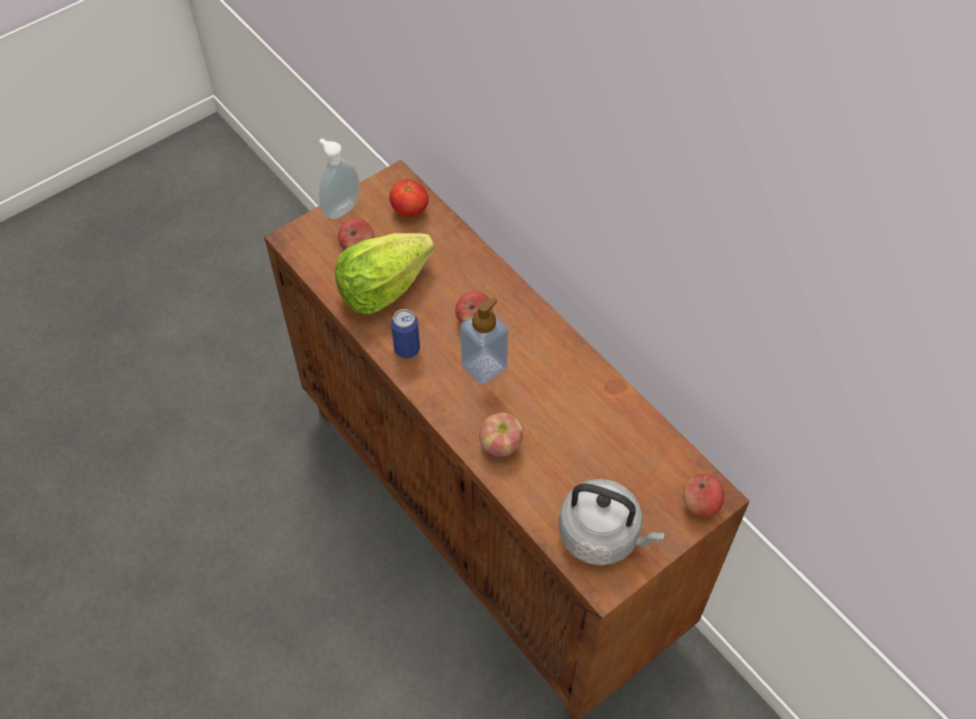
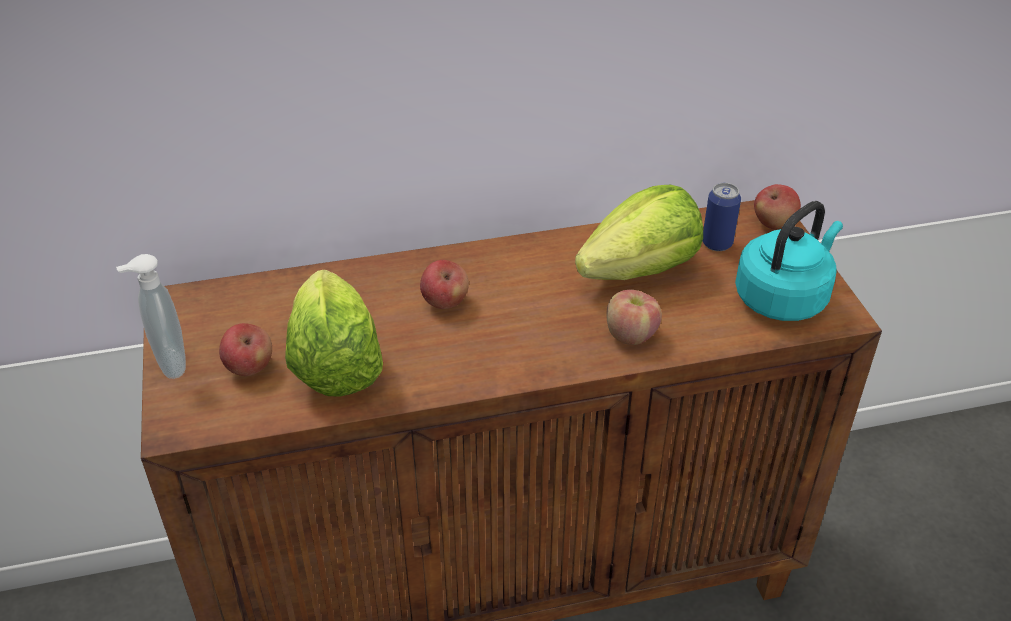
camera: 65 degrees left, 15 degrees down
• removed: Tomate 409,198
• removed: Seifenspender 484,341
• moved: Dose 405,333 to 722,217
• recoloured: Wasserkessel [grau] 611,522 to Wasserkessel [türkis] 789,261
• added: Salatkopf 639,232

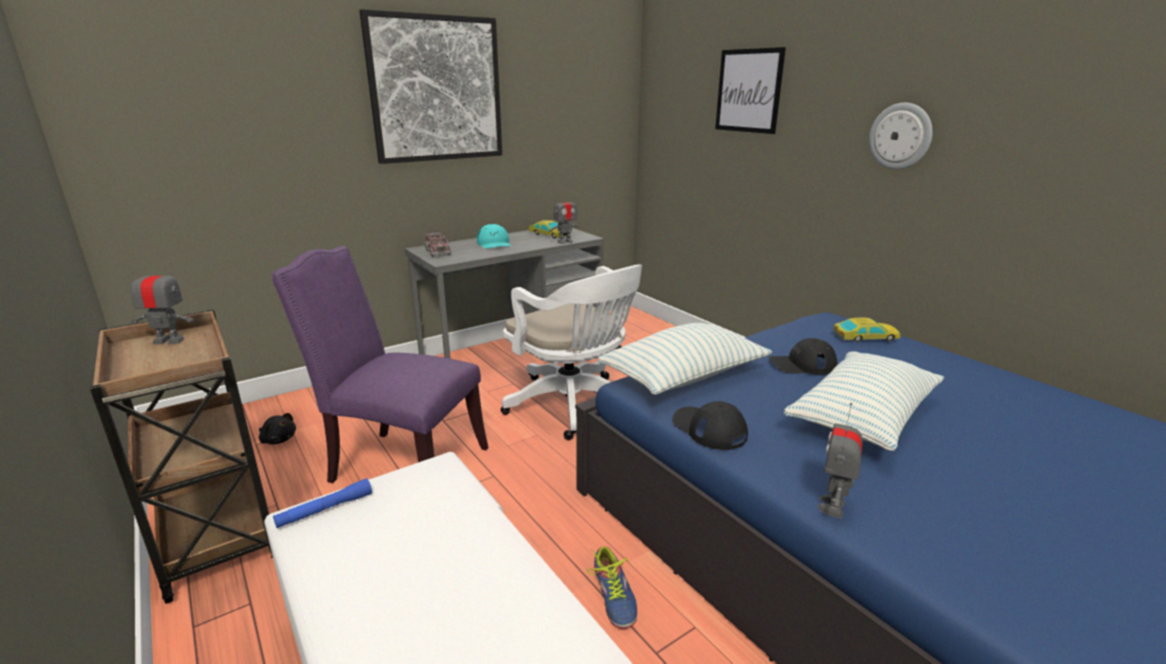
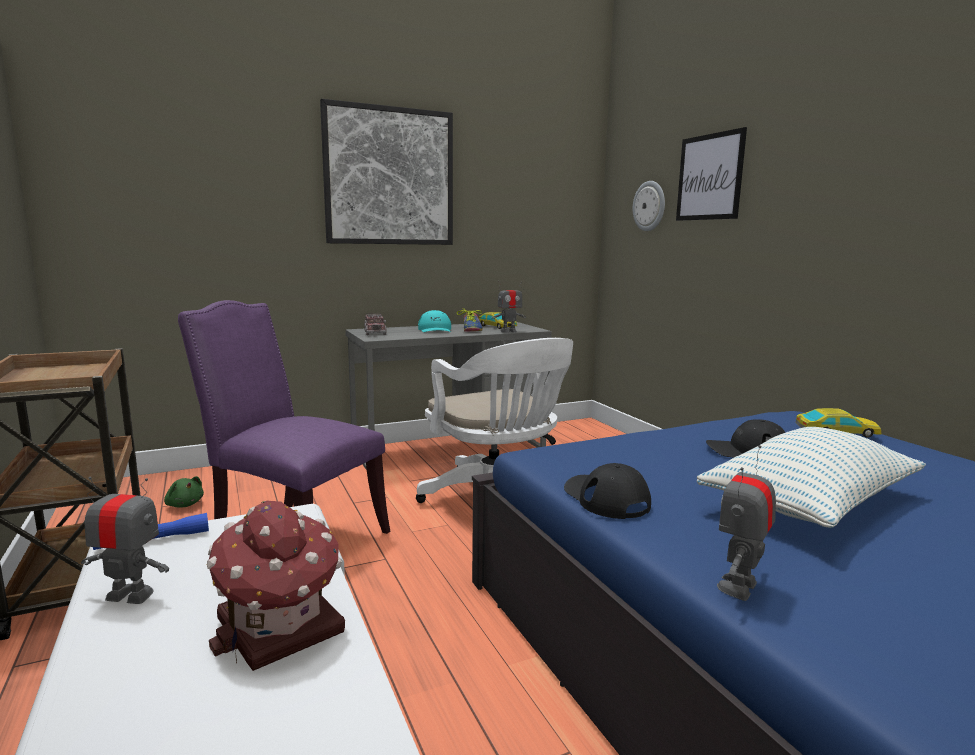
camera: 10 degrees right, 10 degrees down
• moved: Wanduhr 901,136 to 649,206
• moved: Spielzeugroboter 161,303 to 125,540
• removed: Kissen 685,359
• recoloured: Plüschtier [schwarz] 277,428 to Plüschtier [grün] 184,492
• moved: Schuh 612,587 to 470,319
• added: Spielzeughaus 276,586

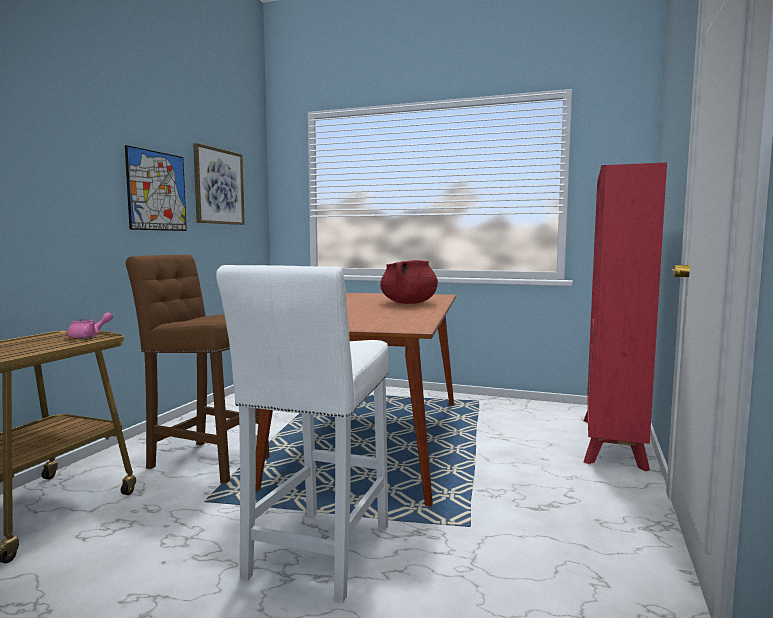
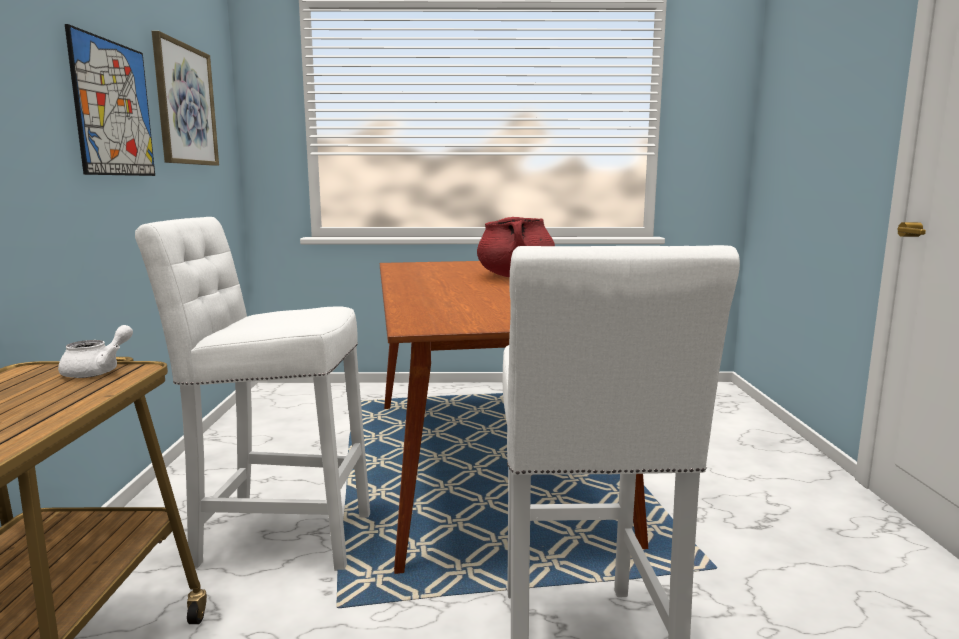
camera: 20 degrees left, 5 degrees up
• removed: Bücherregal [rot] 625,316
• recoloured: Hocker [braun] 198,369 to Hocker [weiß] 252,394
• recoloured: Teekanne [rosa] 90,326 to Teekanne [weiß] 95,351

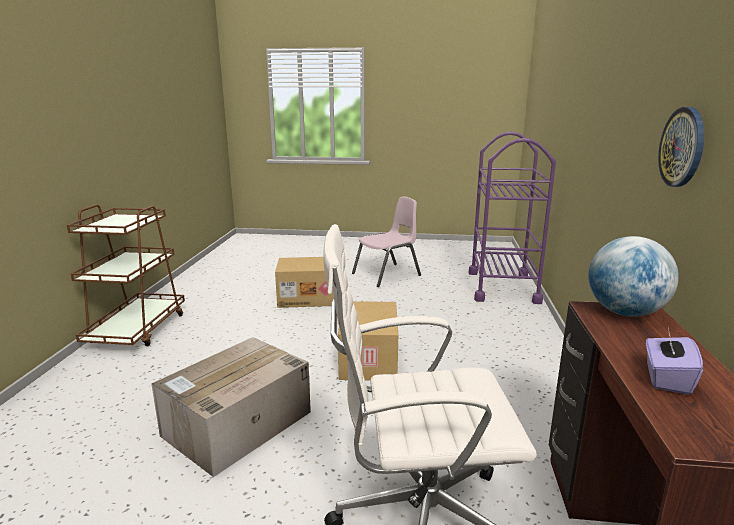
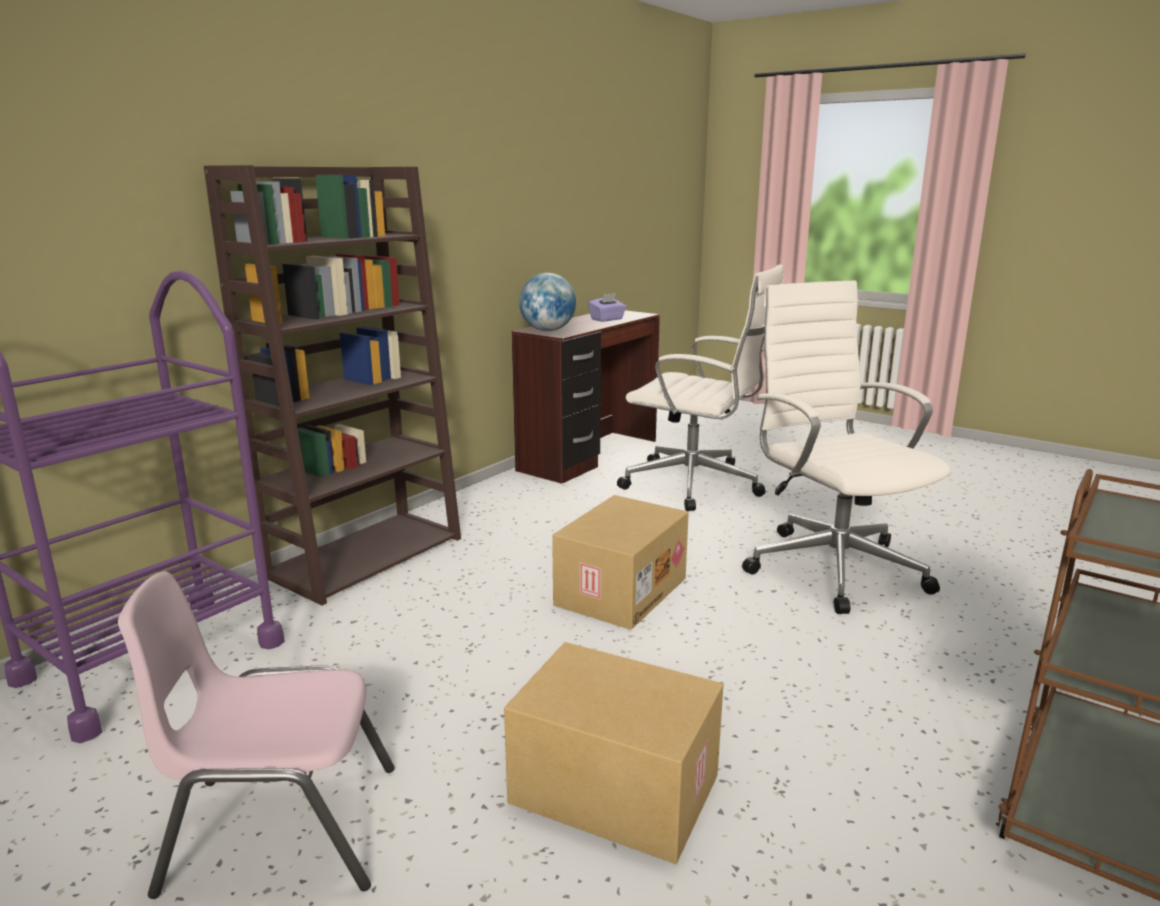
camera: 150 degrees left, 0 degrees up
• removed: Wanduhr 681,147
• replaced: Karton 231,407 to Bürostuhl [weiß] 846,447
• added: Bücherregal [braun] 332,385

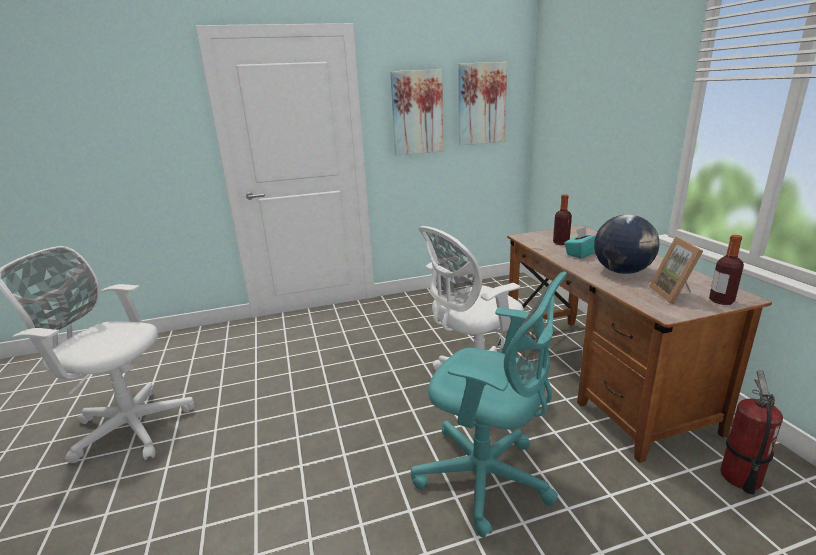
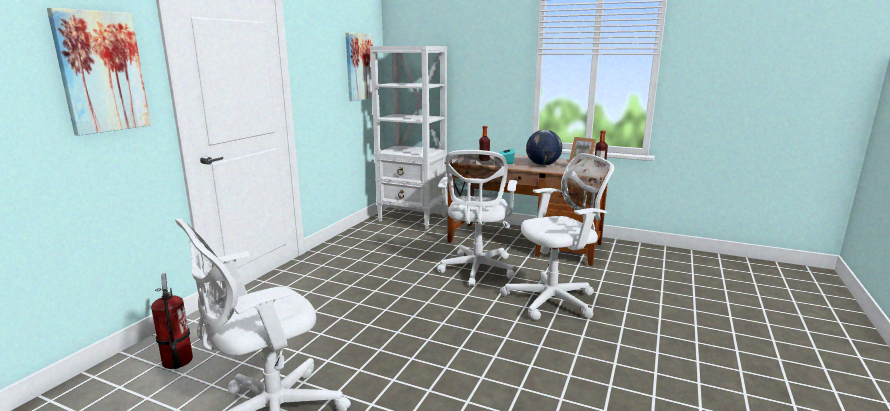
camera: 50 degrees left, 5 degrees down
• moved: Bild 416,112 to 99,72
• recoloured: Bürostuhl [türkis] 489,405 to Bürostuhl [weiß] 557,236
• moved: Feuerlöscher 751,432 to 172,321
• added: Bücherregal [weiß] 408,137

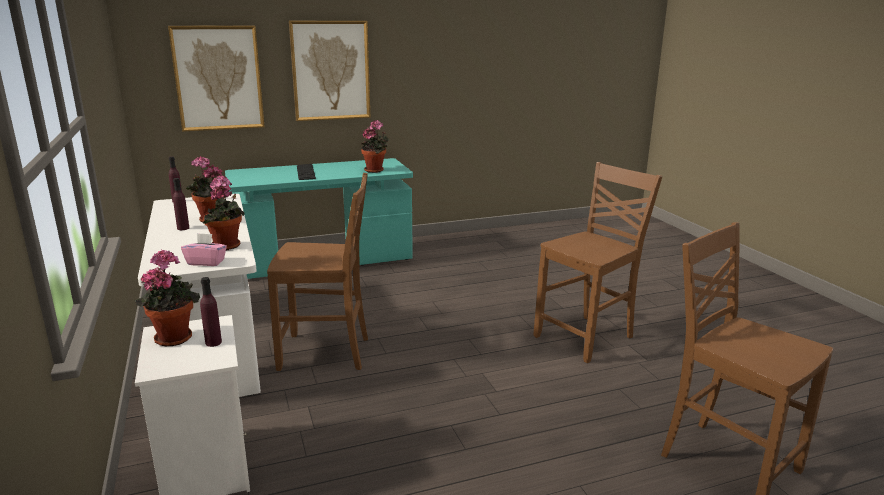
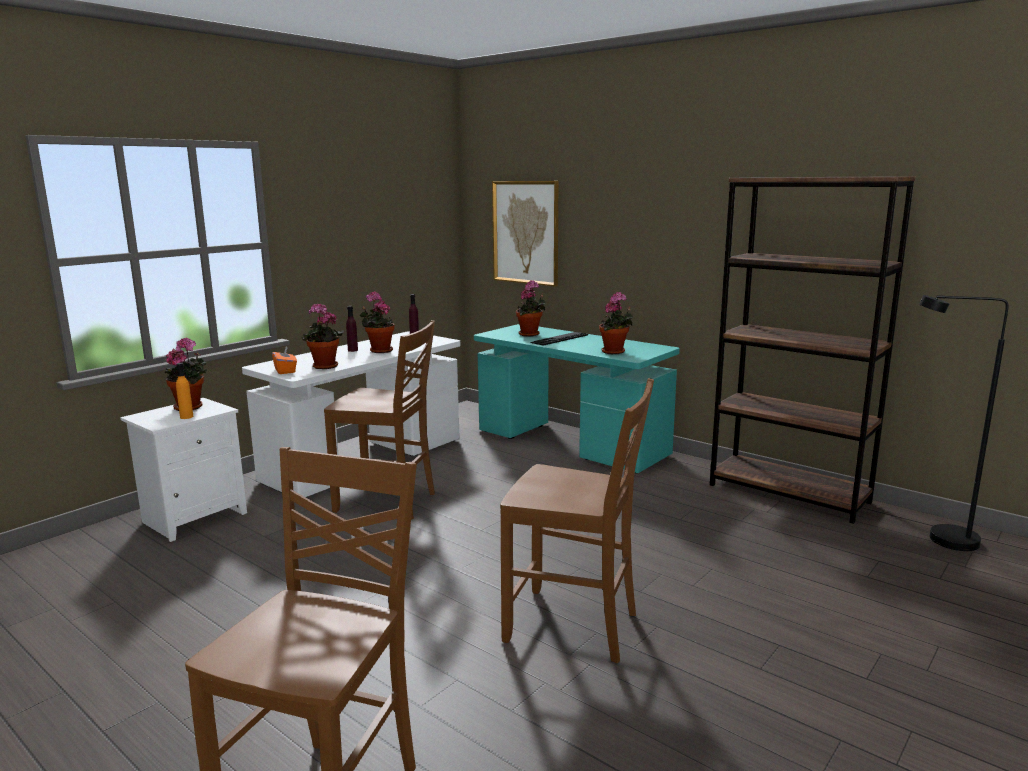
camera: 60 degrees right, 5 degrees down
• removed: Bild 329,71
• turned: Stuhl [braun] 317,272 = 379,420 45 degrees counterclockwise
• recoloured: Taschentuchbox [rosa] 204,249 to Taschentuchbox [orange] 284,360
• recoloured: Flasche [lila] 211,312 to Flasche [orange] 184,391
• added: Bücherregal [braun] 813,350
• added: Topfpflanze 530,308
• added: Stehlampe [schwarz] 964,423

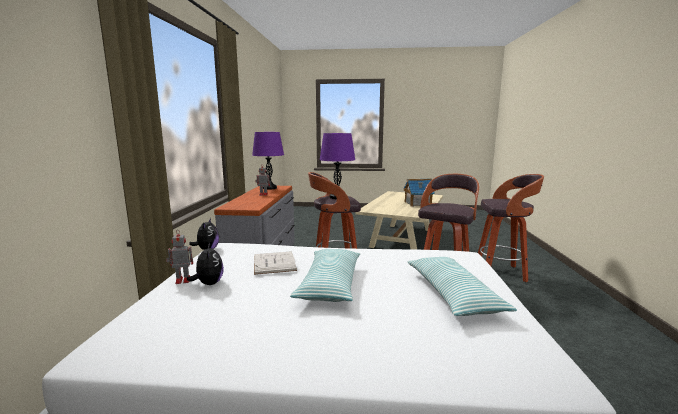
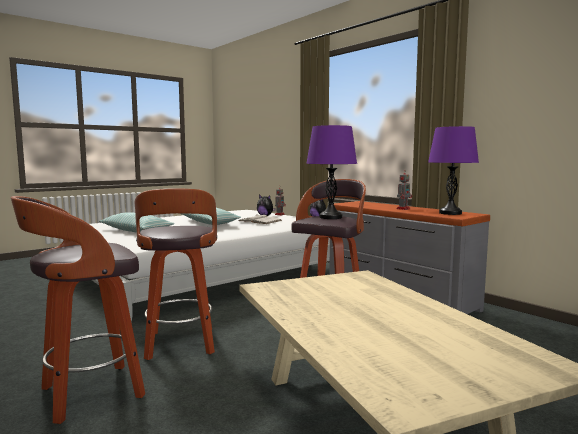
camera: 135 degrees right, 5 degrees down
• removed: Spielzeughaus 419,192

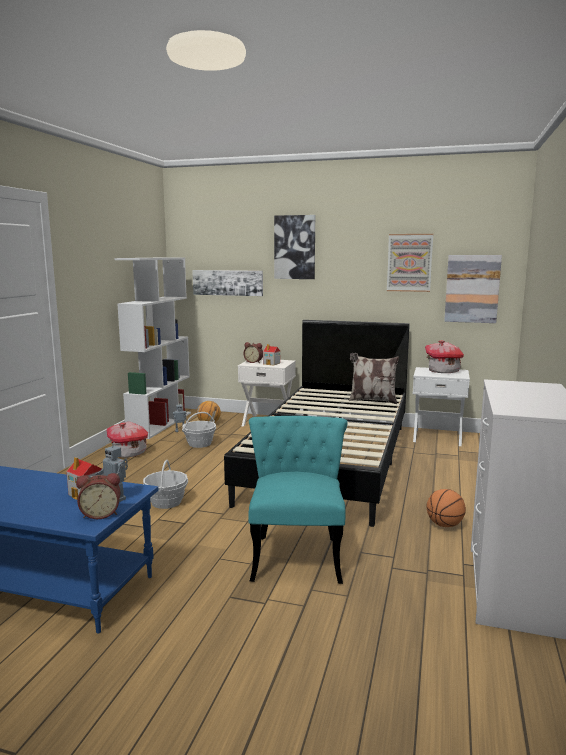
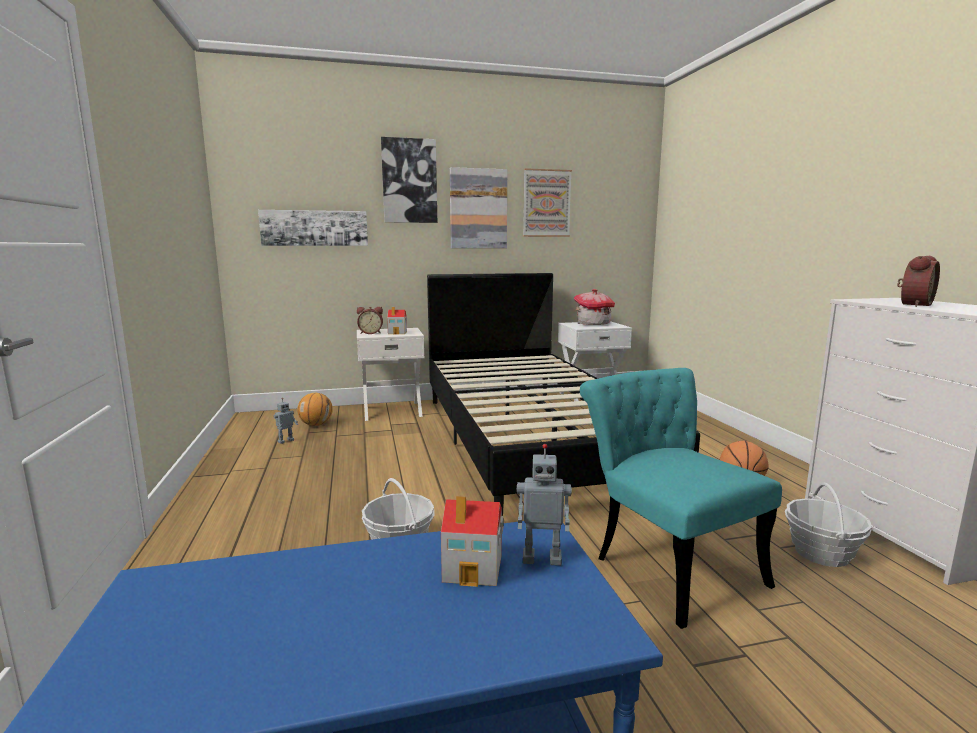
camera: 30 degrees left, 0 degrees up
• moved: Bild 473,289 to 478,207
• removed: Bücherregal [weiß] 152,348
• removed: Kissen 374,378
• moved: Korb 199,430 to 828,525
• removed: Spielzeughaus 127,440
• moved: Wecker 98,496 to 918,281

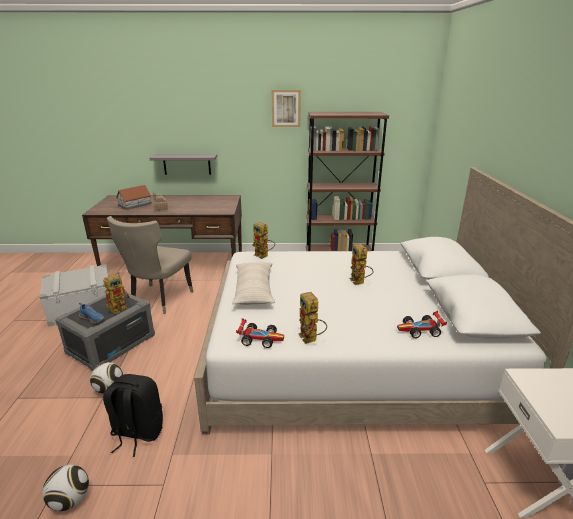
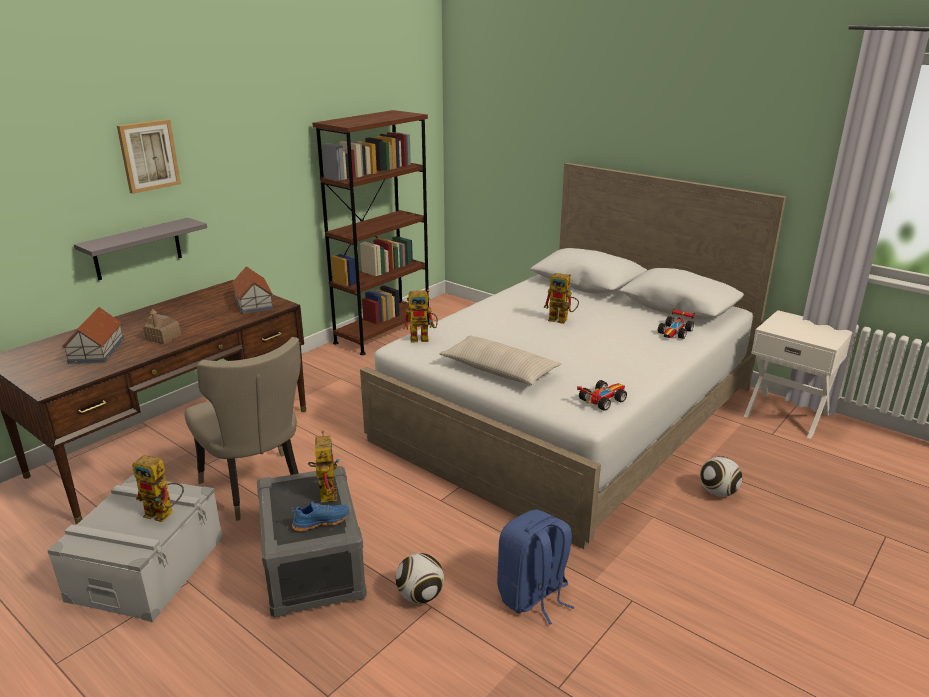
camera: 50 degrees left, 0 degrees up
• moved: Bild 286,108 to 149,156
• moved: Spielzeugroboter 313,318 to 158,488
• recoloured: Rucksack [schwarz] 133,415 to Rucksack [blau] 535,567
• moved: Fußball 65,487 to 721,476
• added: Spielzeughaus 252,290

